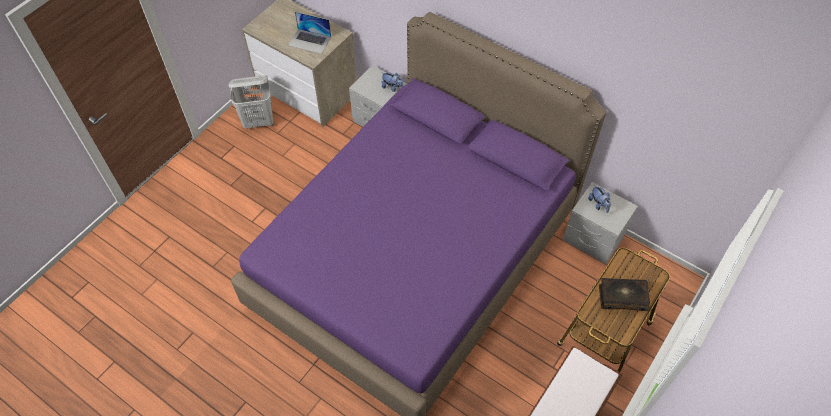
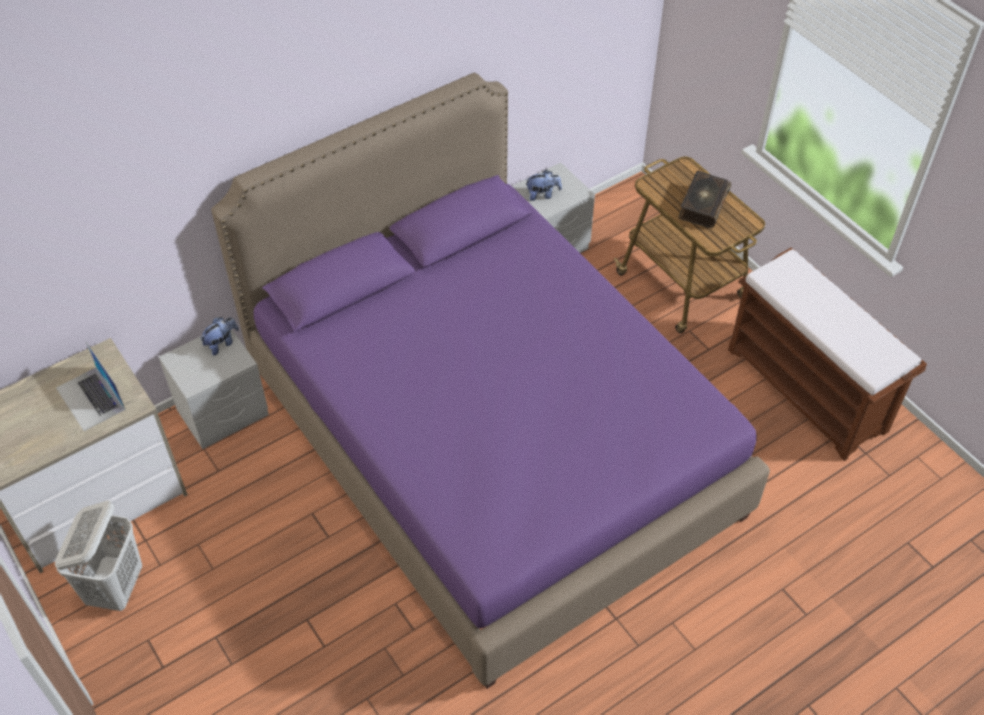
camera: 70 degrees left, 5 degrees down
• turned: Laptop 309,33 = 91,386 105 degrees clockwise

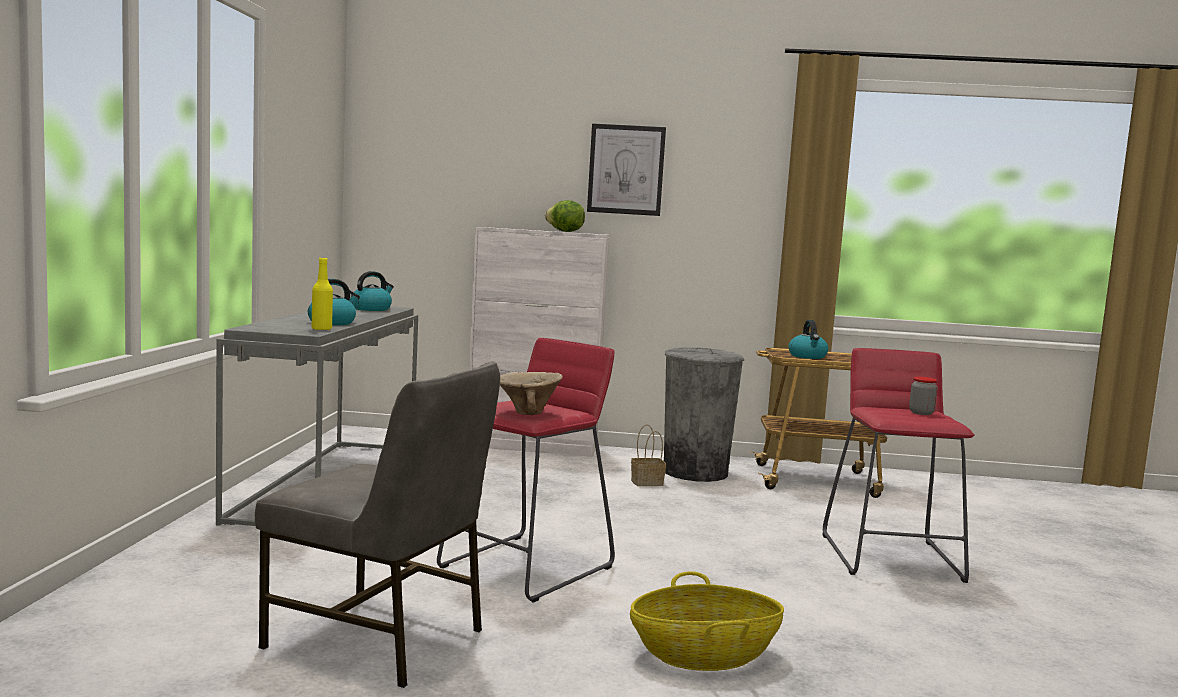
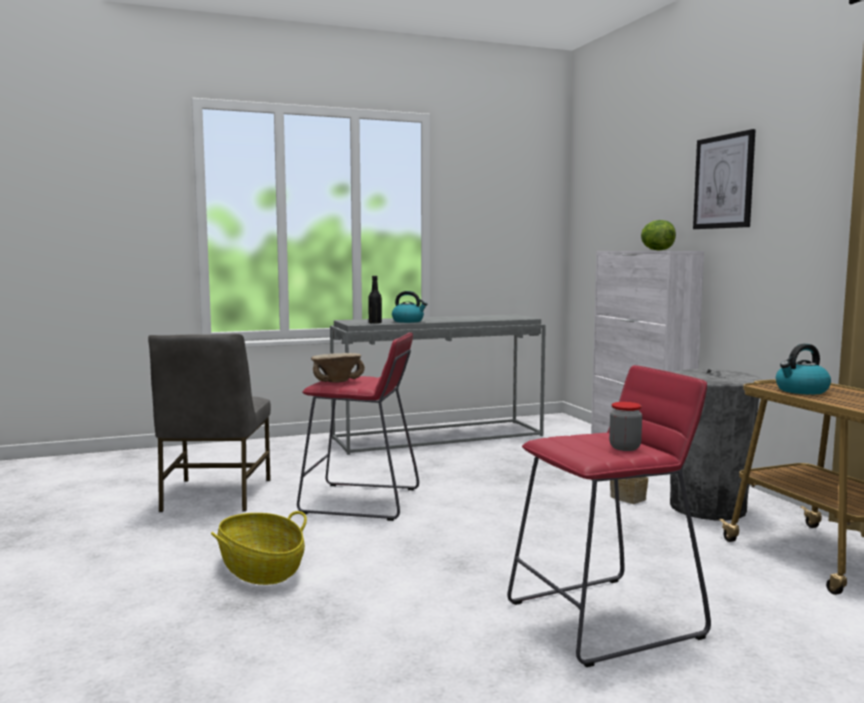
camera: 65 degrees right, 0 degrees up
• recoloured: Flasche [gelb] 322,294 to Flasche [schwarz] 375,300
• removed: Wasserkessel 374,291

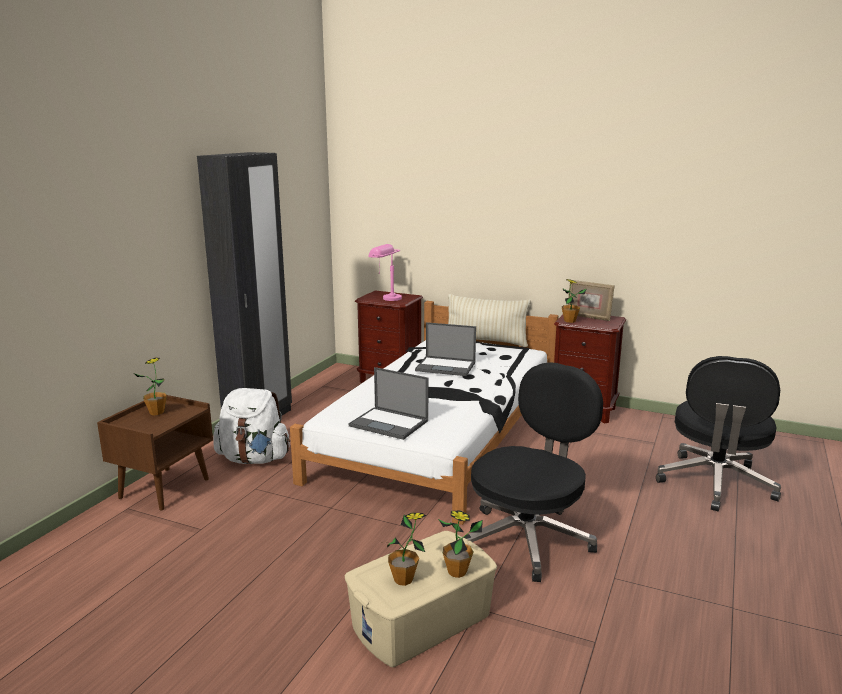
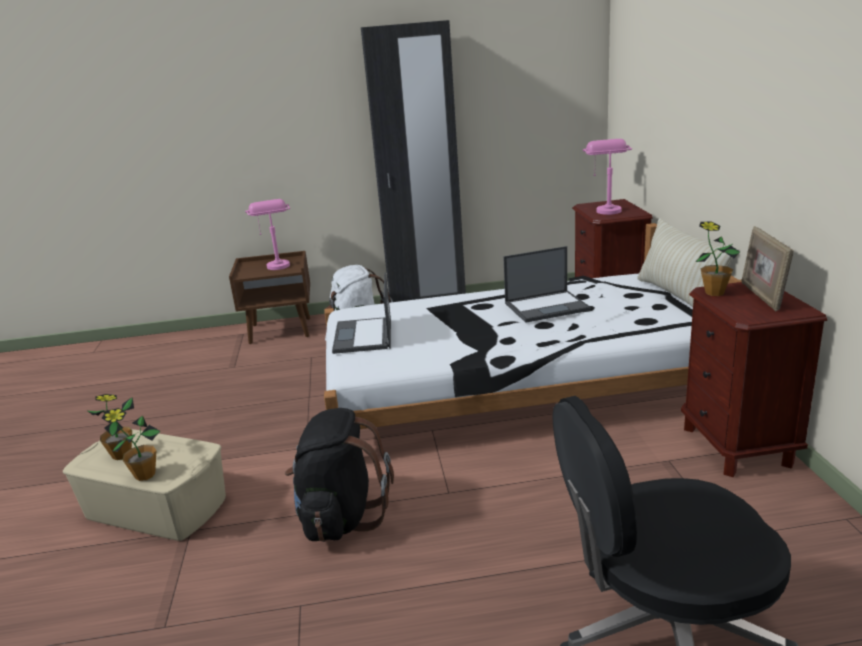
camera: 60 degrees right, 5 degrees up
• turned: Laptop 445,349 = 547,284 90 degrees counterclockwise
• replaced: Topfpflanze 150,386 to Tischlampe [rosa] 267,234
• replaced: Bürostuhl [schwarz] 533,472 to Rucksack [schwarz] 339,475

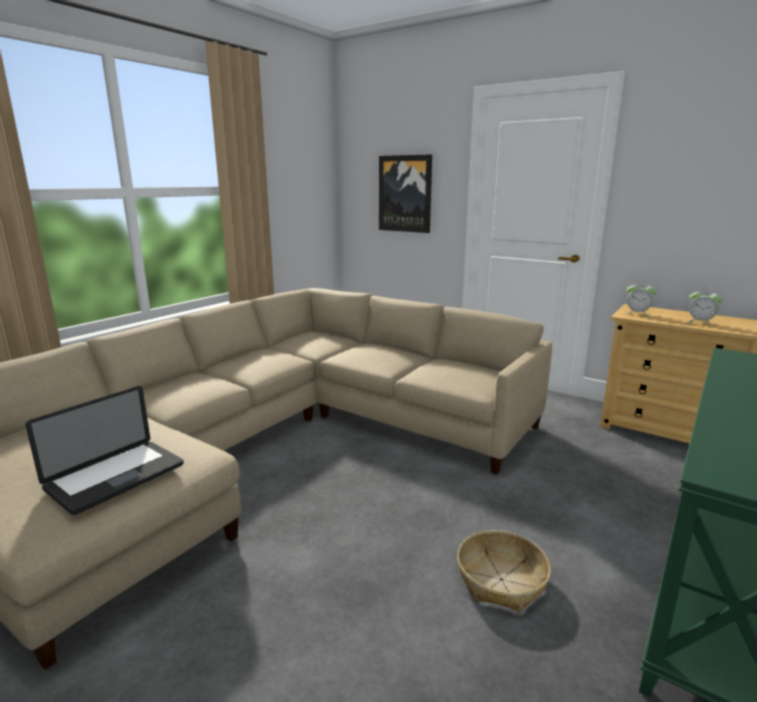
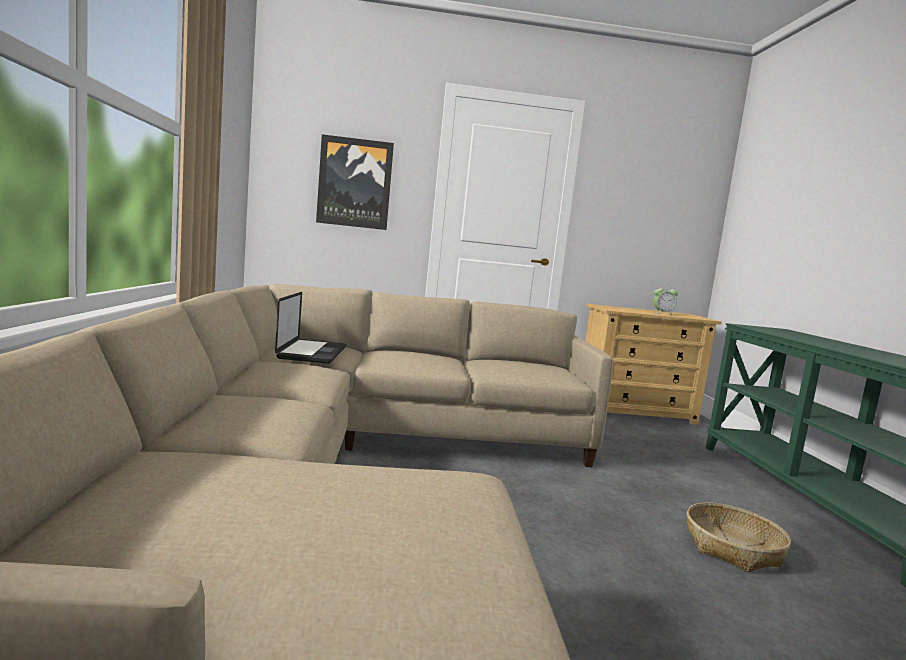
camera: 40 degrees left, 10 degrees down
• removed: Wecker 641,298
• moved: Laptop 104,450 to 310,328

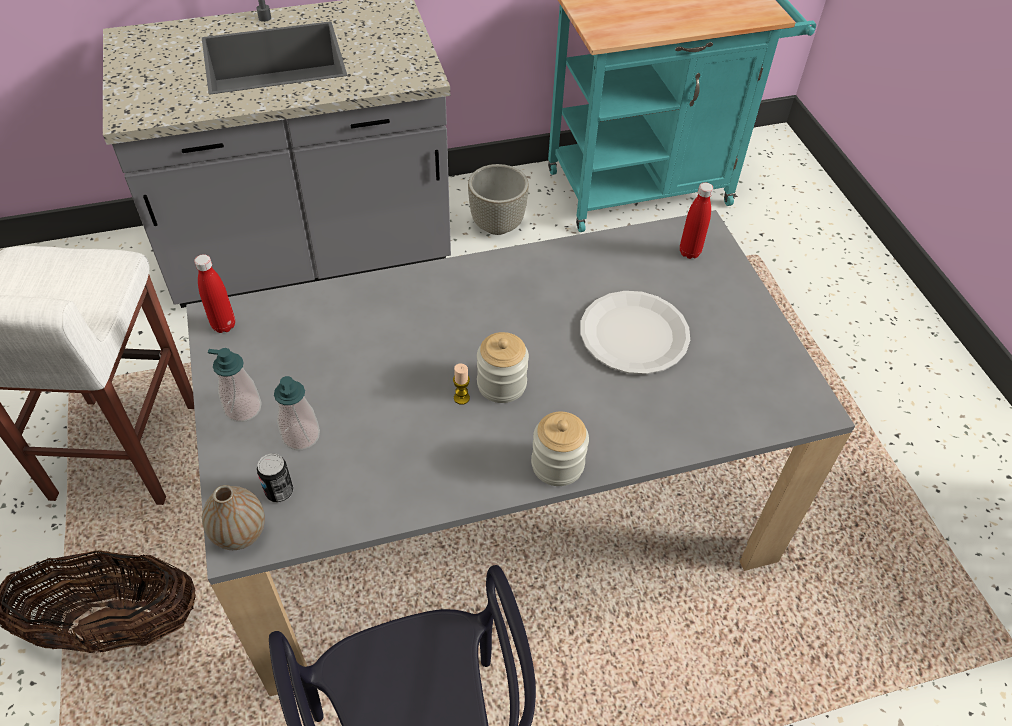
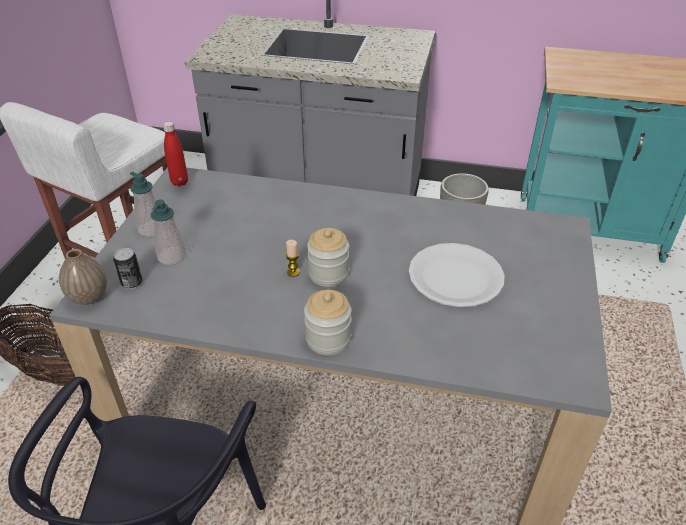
camera: 30 degrees right, 10 degrees down
• removed: Flasche [rot] 696,221

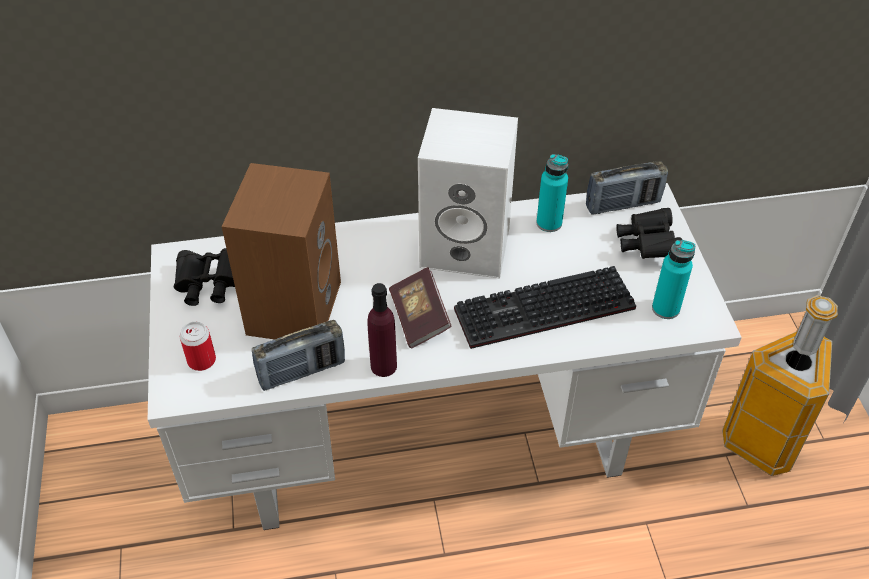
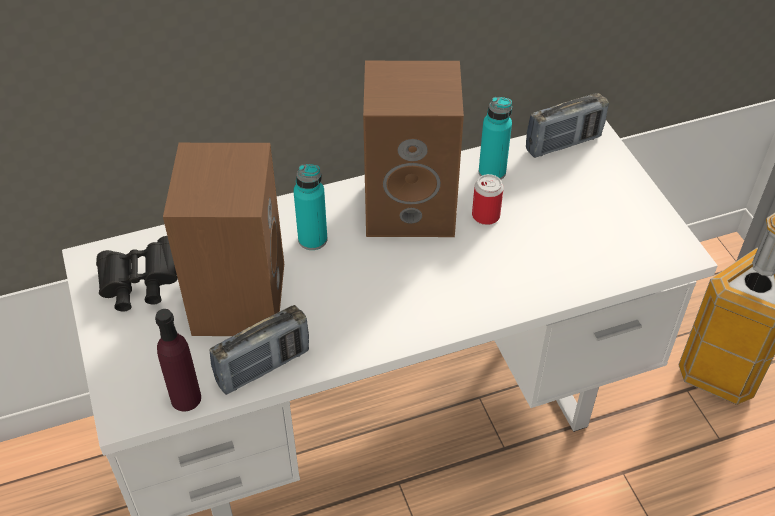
camera: 10 degrees left, 0 degrees up
• recoloured: Lautsprecher [weiß] 468,193 to Lautsprecher [braun] 413,149
• removed: Fernglas [schwarz] 649,233
• moved: Flasche [türkis] 673,279 to 310,207
• removed: Tastatur 545,307
• removed: Buch 420,307
• moved: Flasche [lila] 382,330 to 178,360
• moved: Dose 198,346 to 488,199

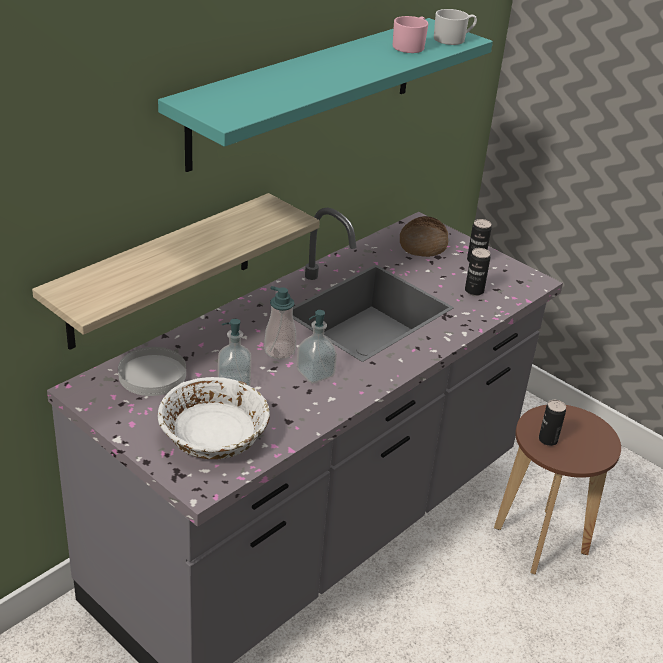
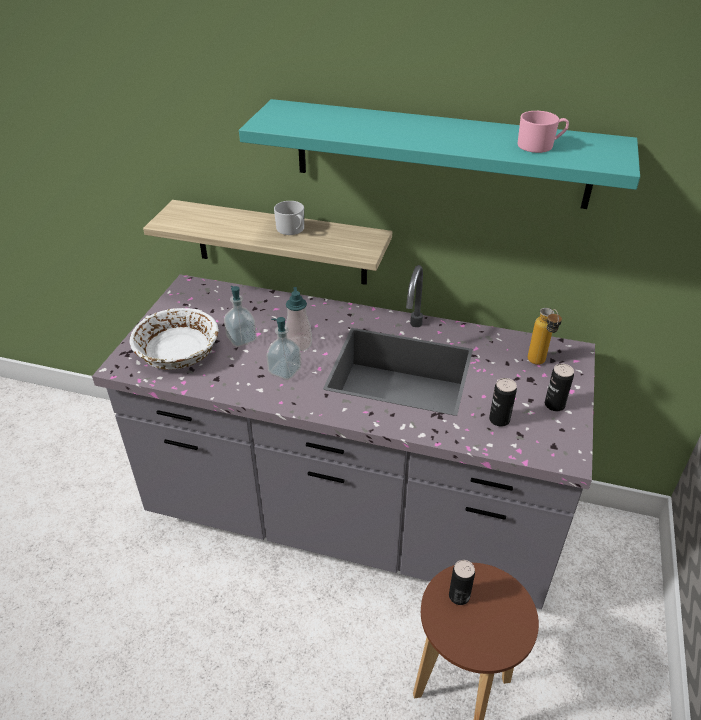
camera: 65 degrees right, 5 degrees up
• moved: Henkelbecher [weiß] 455,27 to 289,218
• replaced: Brot 424,236 to Flasche 545,336
• removed: Teller [weiß] 152,371

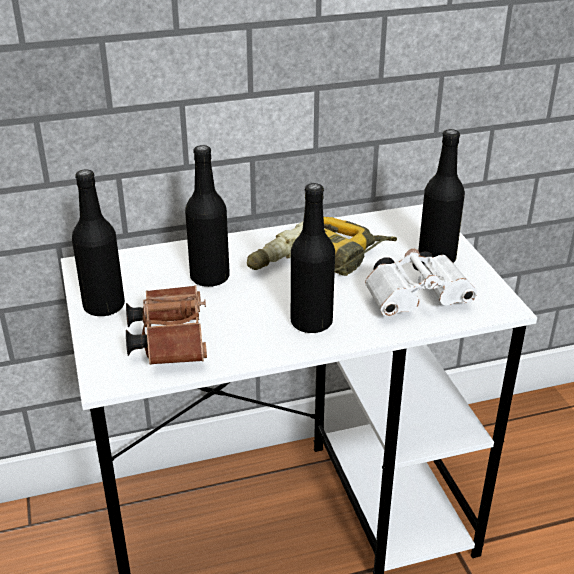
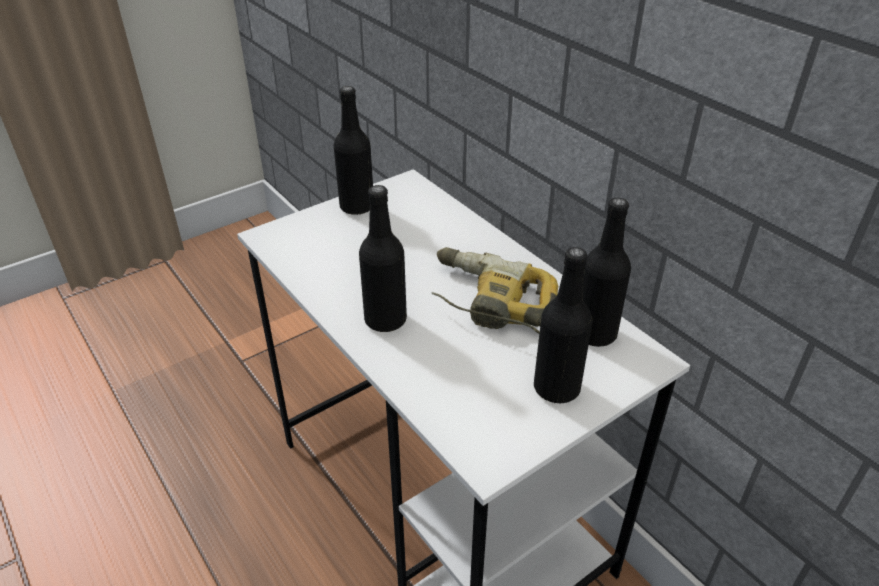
camera: 70 degrees right, 5 degrees up
• moved: Flasche [schwarz] 207,216 to 607,272
• removed: Fernglas [weiß] 421,282
• removed: Fernglas [braun] 166,325

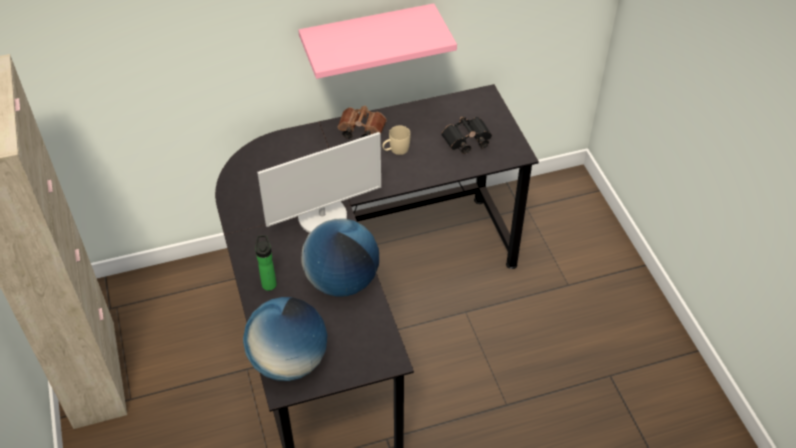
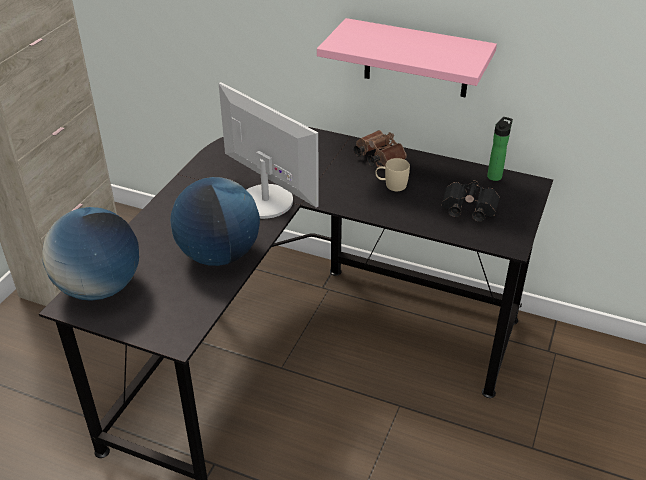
camera: 40 degrees right, 10 degrees down
• turned: Monitor 319,182 = 268,150 150 degrees counterclockwise
• moved: Flasche 266,263 to 500,149

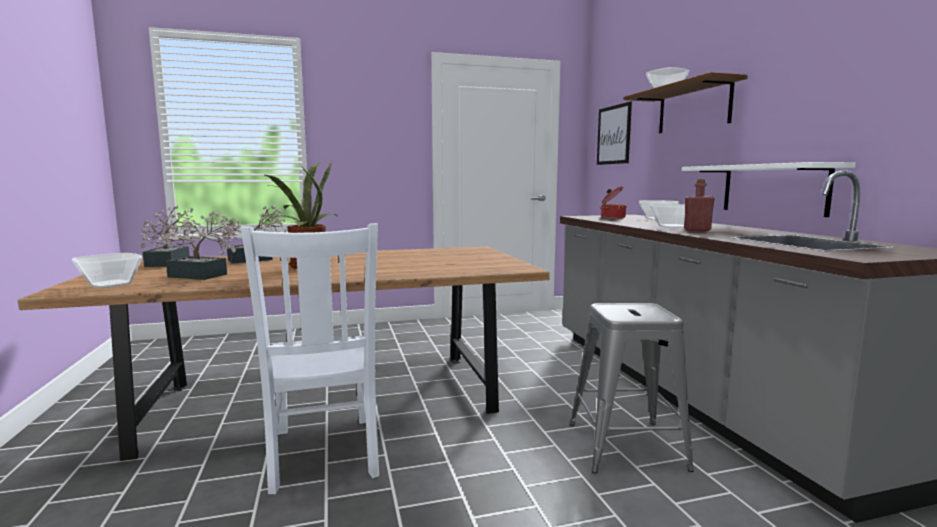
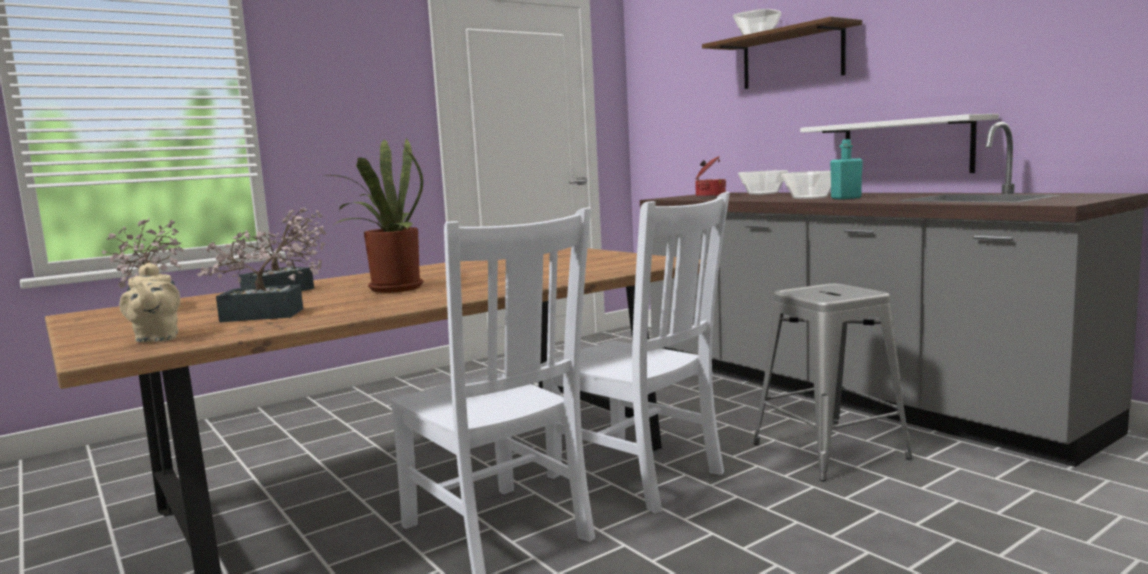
camera: 20 degrees left, 0 degrees up
• removed: Bild 614,133
• recoloured: Flasche [rot] 699,205 to Flasche [türkis] 846,169
• replaced: Schüssel 107,270 to Teekanne [beige] 149,302
• added: Stuhl [weiß] 635,353

